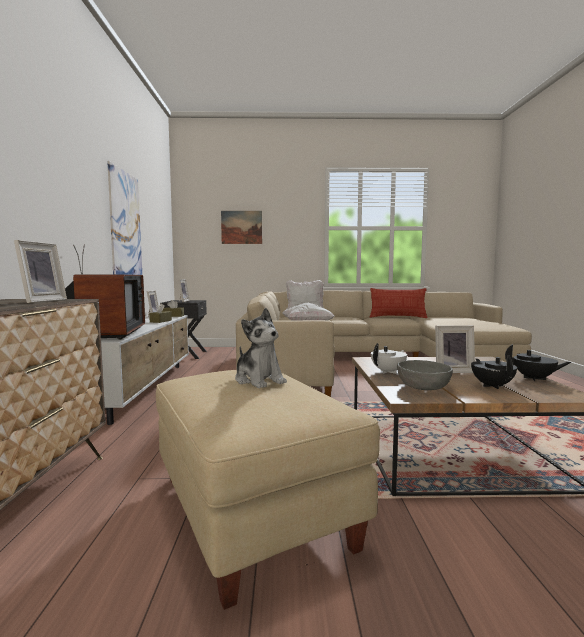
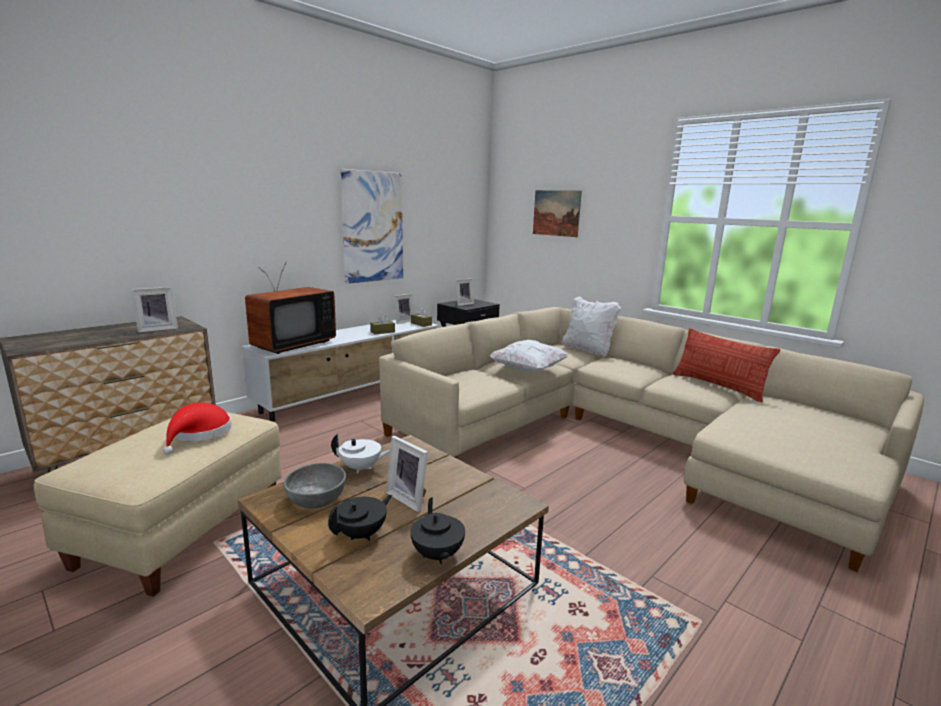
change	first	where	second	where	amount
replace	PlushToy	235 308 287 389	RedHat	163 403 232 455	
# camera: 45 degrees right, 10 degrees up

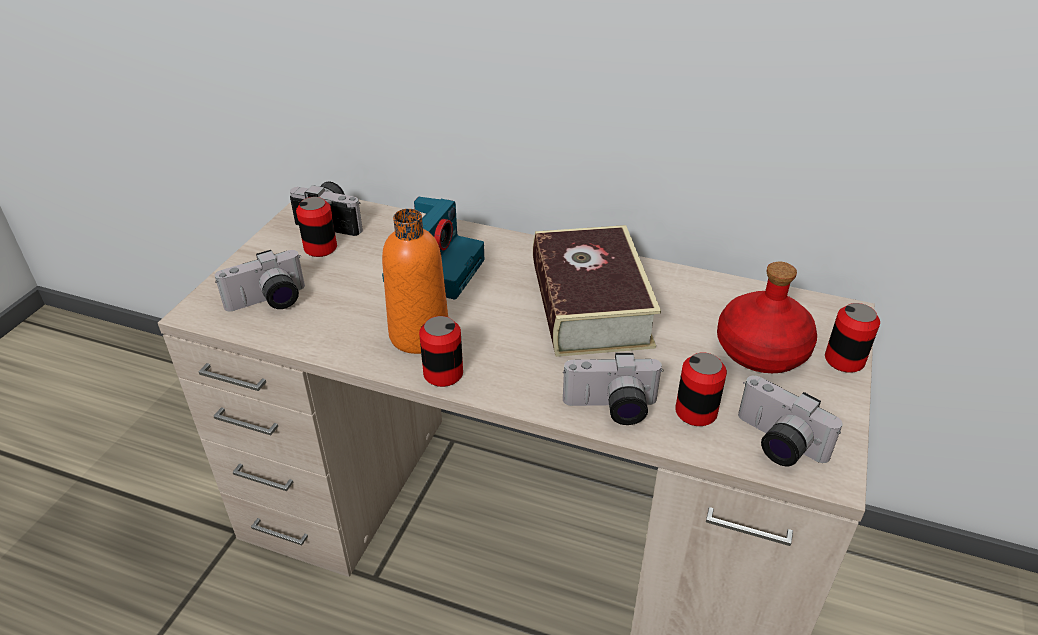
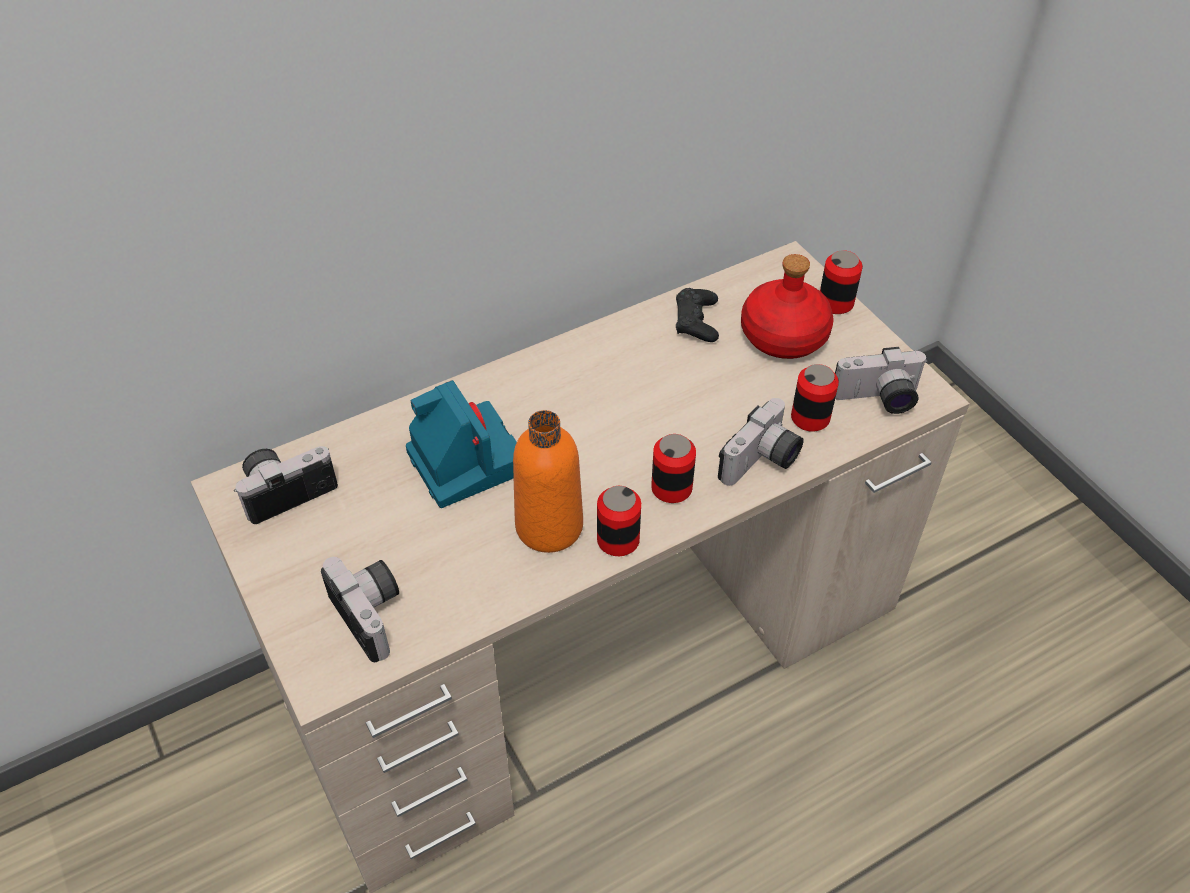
change	first	where	second	where	amount
rotate	PhotoCamera	215 250 305 311		321 557 399 662	45 degrees counterclockwise
move	Can	296 197 337 257		651 434 696 503	
insert			BlackGameController	676 288 719 342	
delete	Book	533 225 661 357			
# camera: 50 degrees left, 10 degrees up

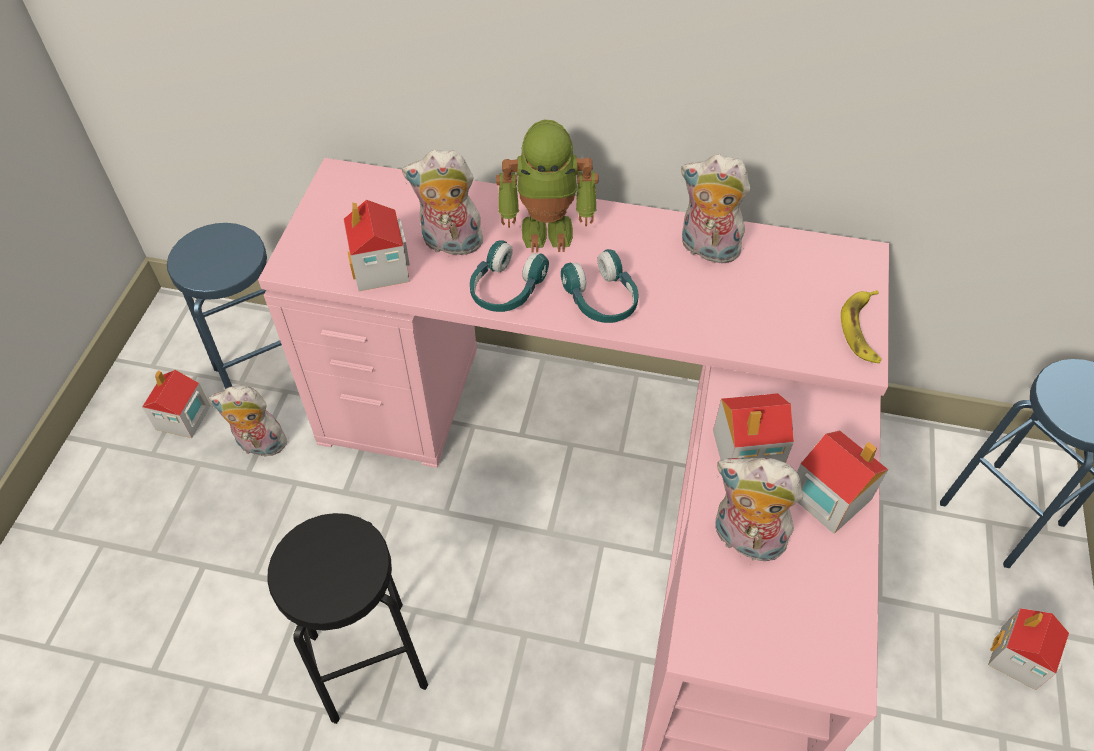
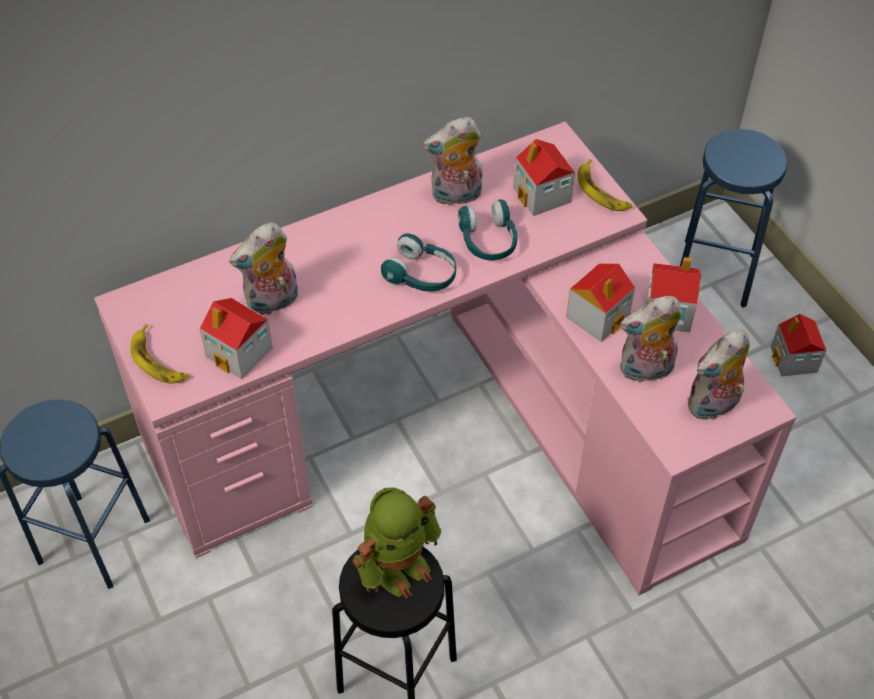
change	first	where	second	where	amount
insert			Banana	131 324 189 383	
move	ToyRobot	496 120 598 253		352 487 441 599	
move	TurquoiseHeadphones	470 240 549 312		458 199 517 260	
move	ToyHouse	142 370 210 438		513 139 575 216	
move	PlushToy	209 386 287 457		687 330 750 420	
# camera: 40 degrees left, 0 degrees up

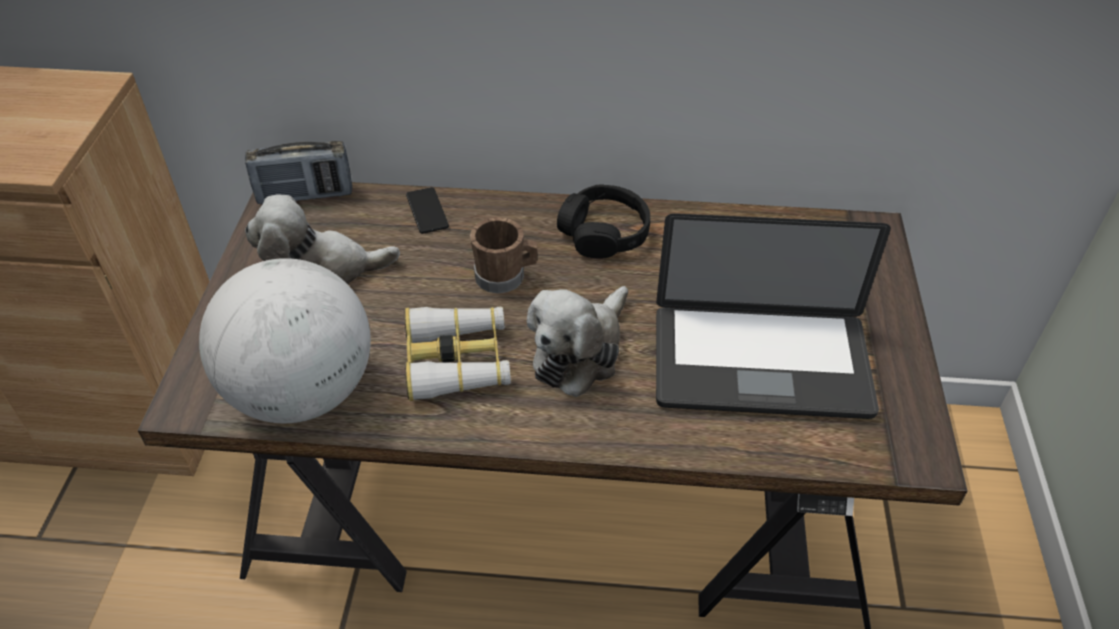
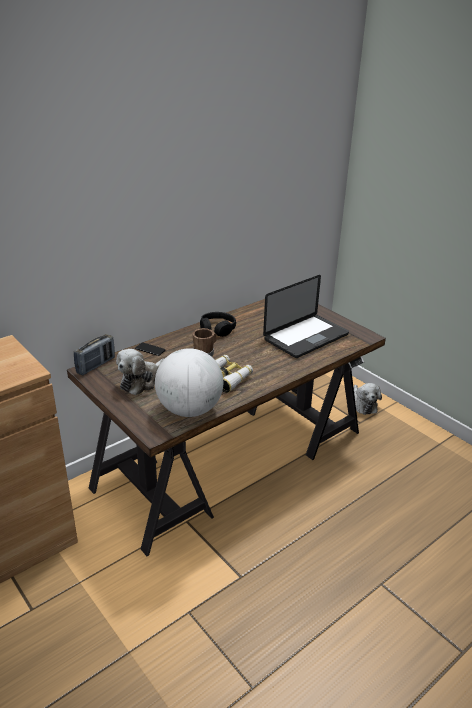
change	first	where	second	where	amount
move	PlushToy	527 286 628 397		354 383 382 415	
# camera: 45 degrees left, 15 degrees down

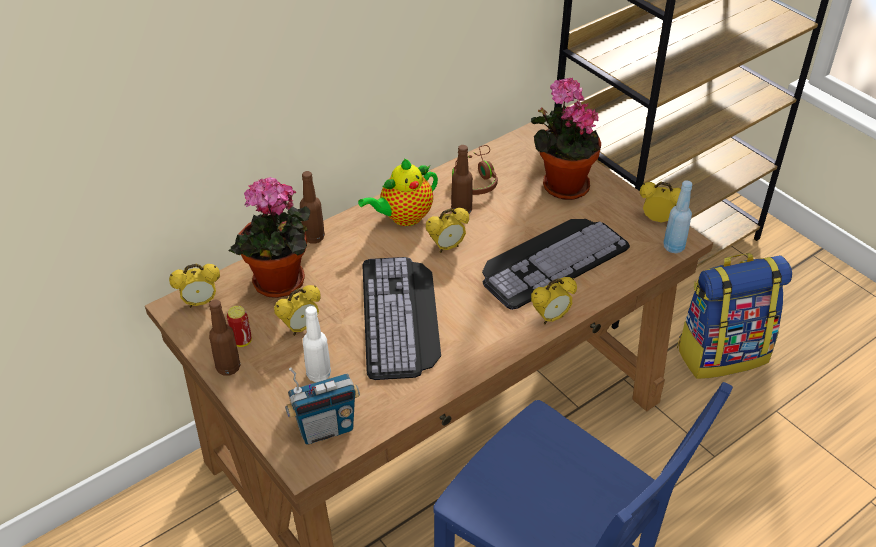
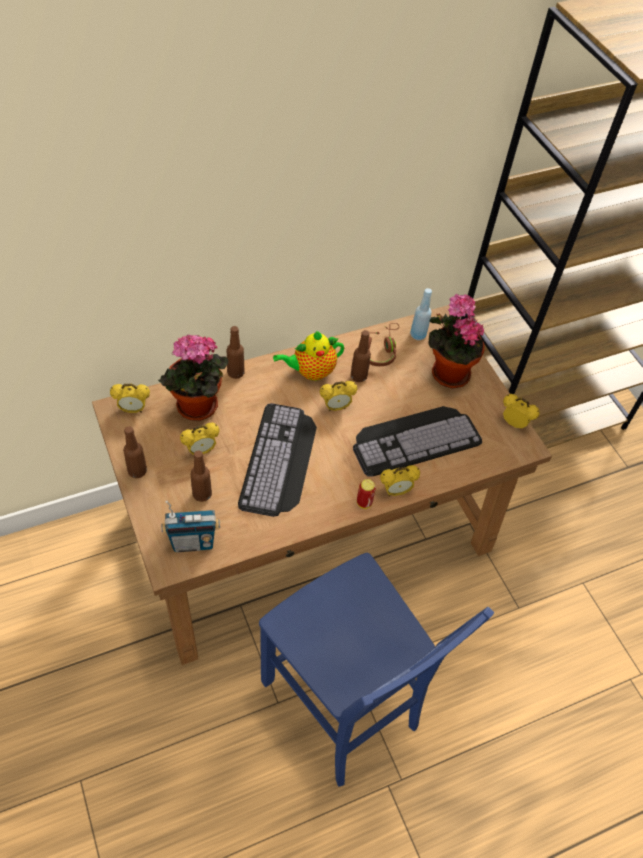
change	first	where	second	where	amount
recolor	WhiteBottle	303 306 331 382	BrownBottle	190 451 212 502	
move	Can	227 306 252 347		357 479 376 509	
move	BlueBottle	663 180 693 253		410 288 432 340	
delete	Backpack	677 253 792 379			
# camera: 10 degrees right, 10 degrees up

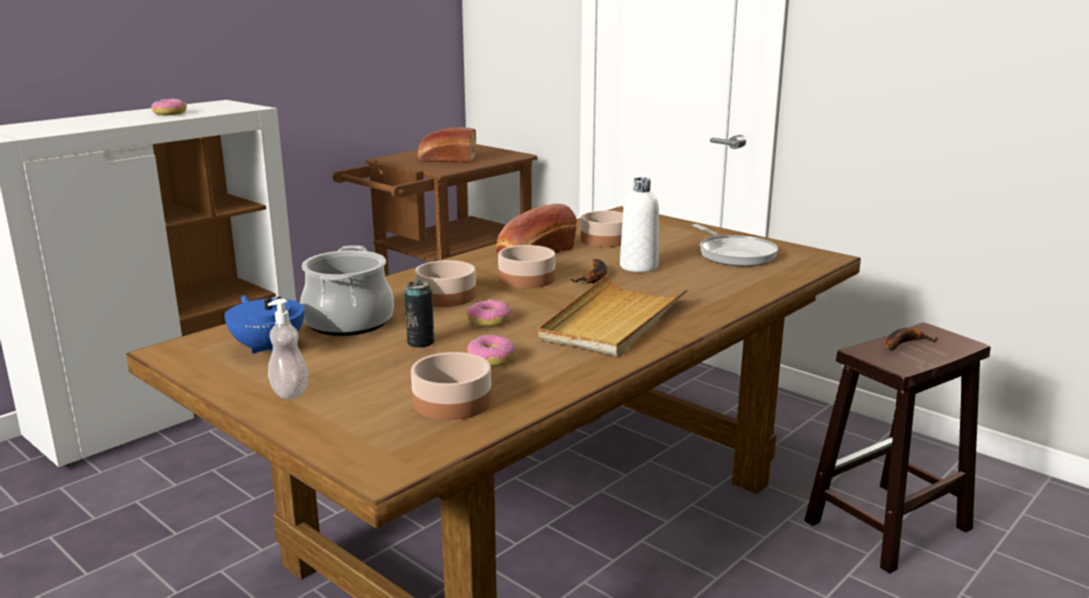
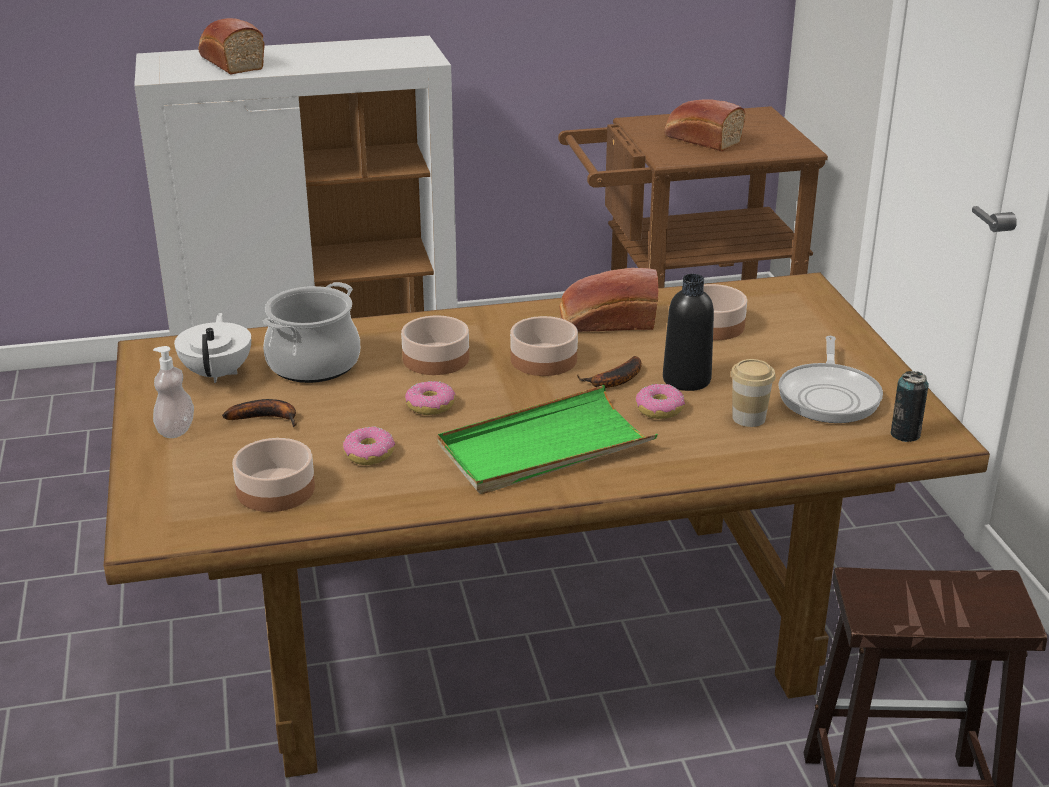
change	first	where	second	where	amount
recolor	BlueTeapot	225 296 304 354	WhiteTeapot	174 313 251 383	
insert			Bread	198 18 265 75	
move	Banana	885 327 938 351		222 399 297 428	
recolor	BeigeTray	538 275 689 356	GreenTray	437 385 658 494	
move	Donut	151 99 187 116		635 384 685 419	
recolor	WhiteBottle	620 177 659 272	BlackBottle	663 274 714 391	
insert			Cup	731 359 775 427	
move	Can	404 281 435 348		891 371 929 442	
# camera: 35 degrees right, 10 degrees up

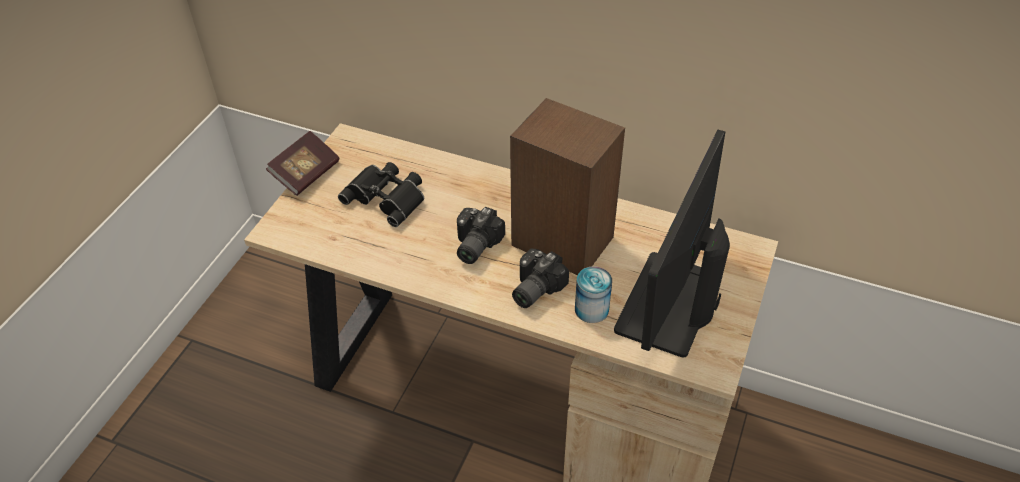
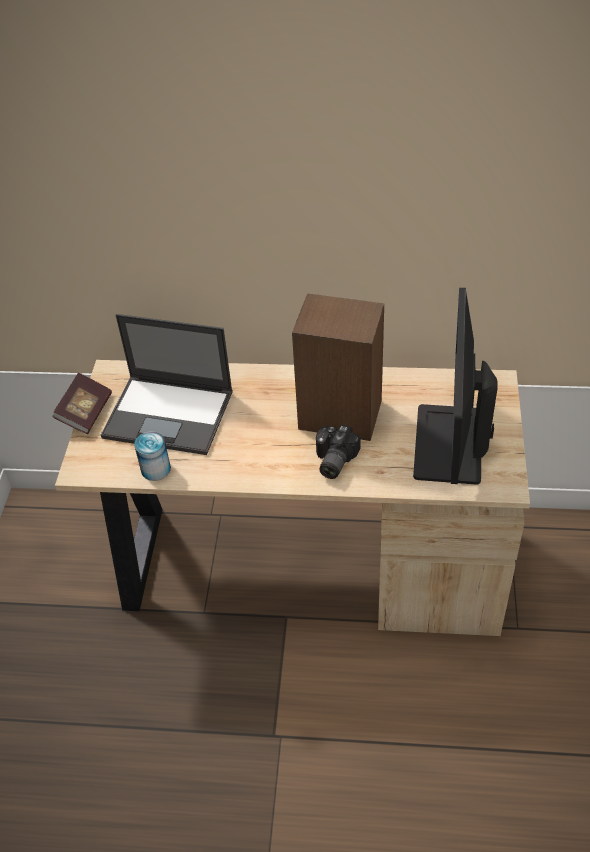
change	first	where	second	where	amount
replace	BlackBinoculars	338 162 424 227	Laptop	101 314 233 455	
move	Can	575 266 612 323		134 432 171 481	
delete	PhotoCamera	457 207 505 264			
# camera: 15 degrees left, 0 degrees up

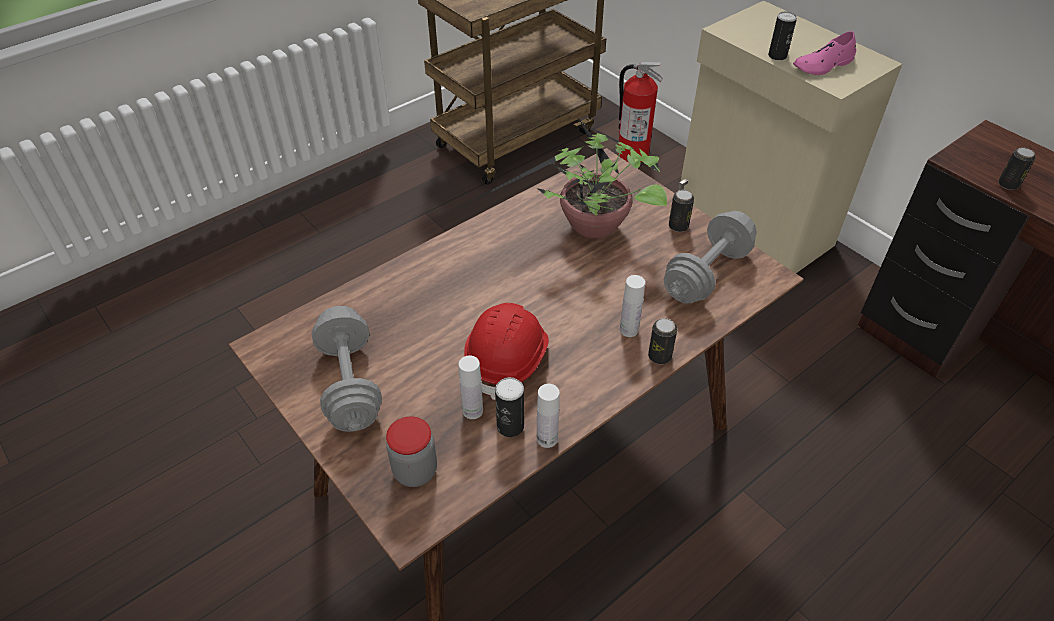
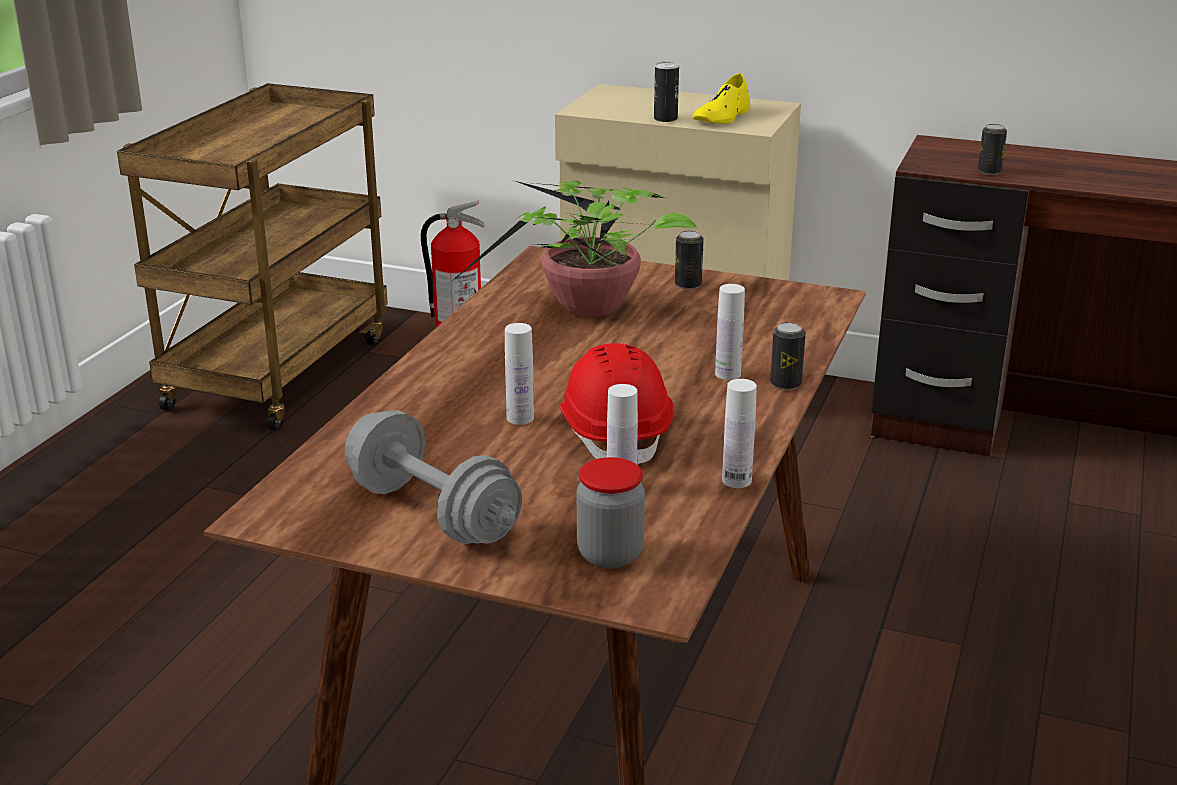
change	first	where	second	where	amount
insert			WhiteBottle	505 323 534 425	
recolor	PinkShoe	793 31 856 75	YellowShoe	693 73 750 124	
delete	Can	495 377 524 437			
delete	GreyDumbbell	663 211 756 304			
# camera: 30 degrees left, 20 degrees down

